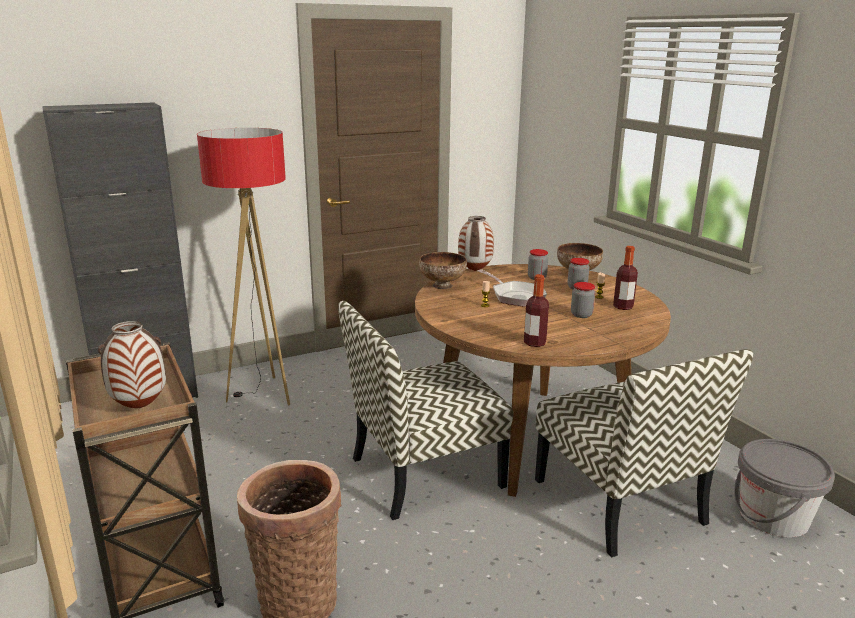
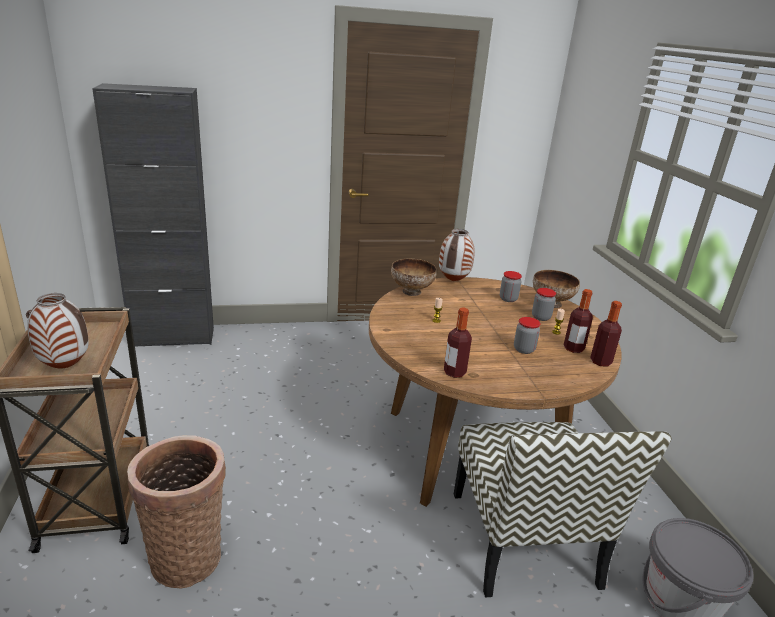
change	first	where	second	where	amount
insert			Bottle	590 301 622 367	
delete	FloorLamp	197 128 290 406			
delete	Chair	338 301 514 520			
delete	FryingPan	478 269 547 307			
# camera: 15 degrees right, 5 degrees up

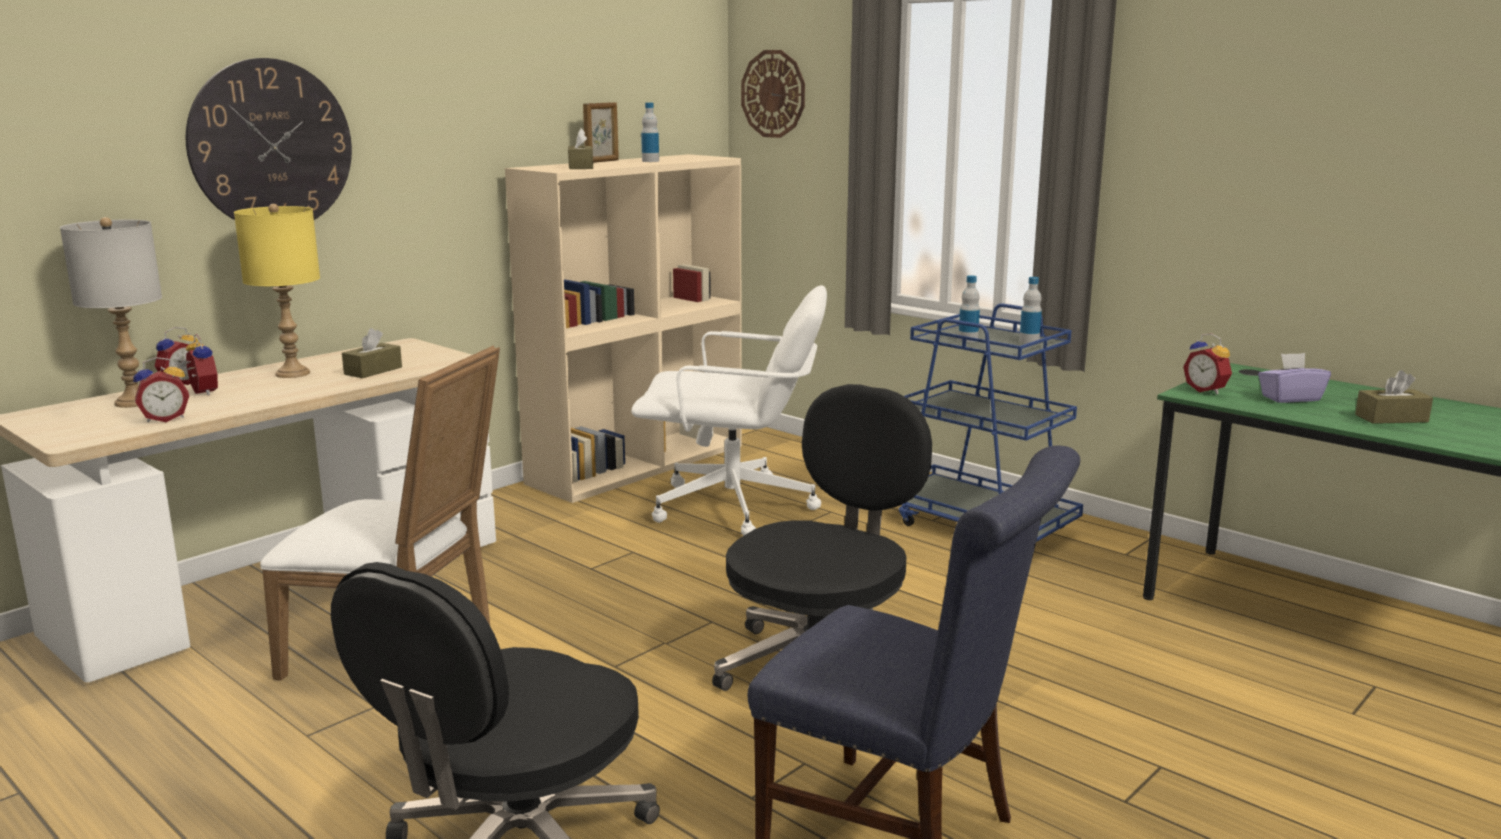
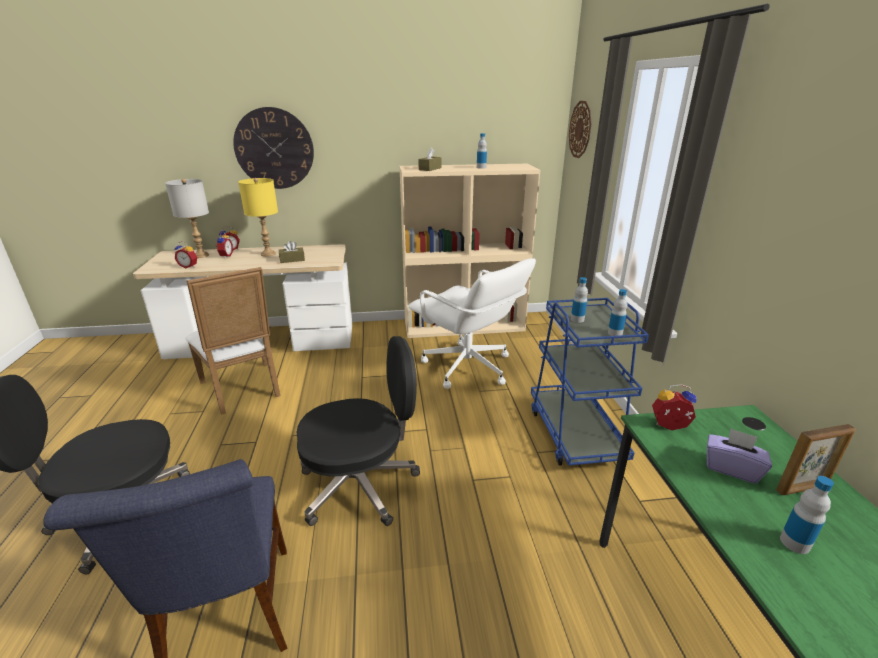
change	first	where	second	where	amount
rotate	AlarmClock	1183 333 1232 395		652 384 696 431	90 degrees clockwise
move	PictureFrame	583 102 619 163		776 424 855 495	
replace	BrownTissueBox	1355 370 1433 424	Bottle	780 476 834 554	
# camera: 40 degrees right, 10 degrees up

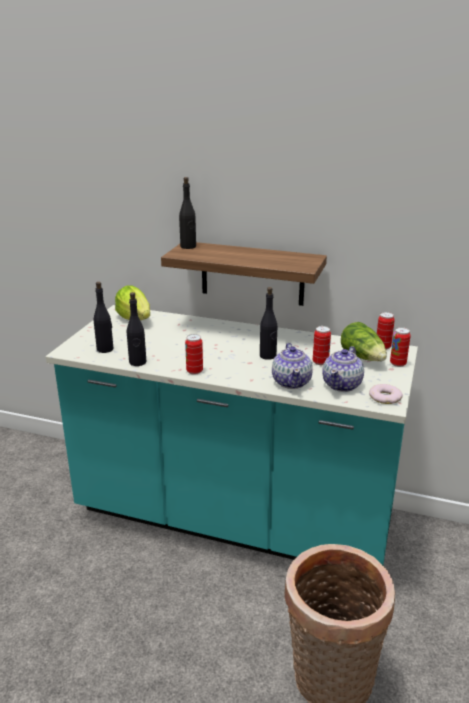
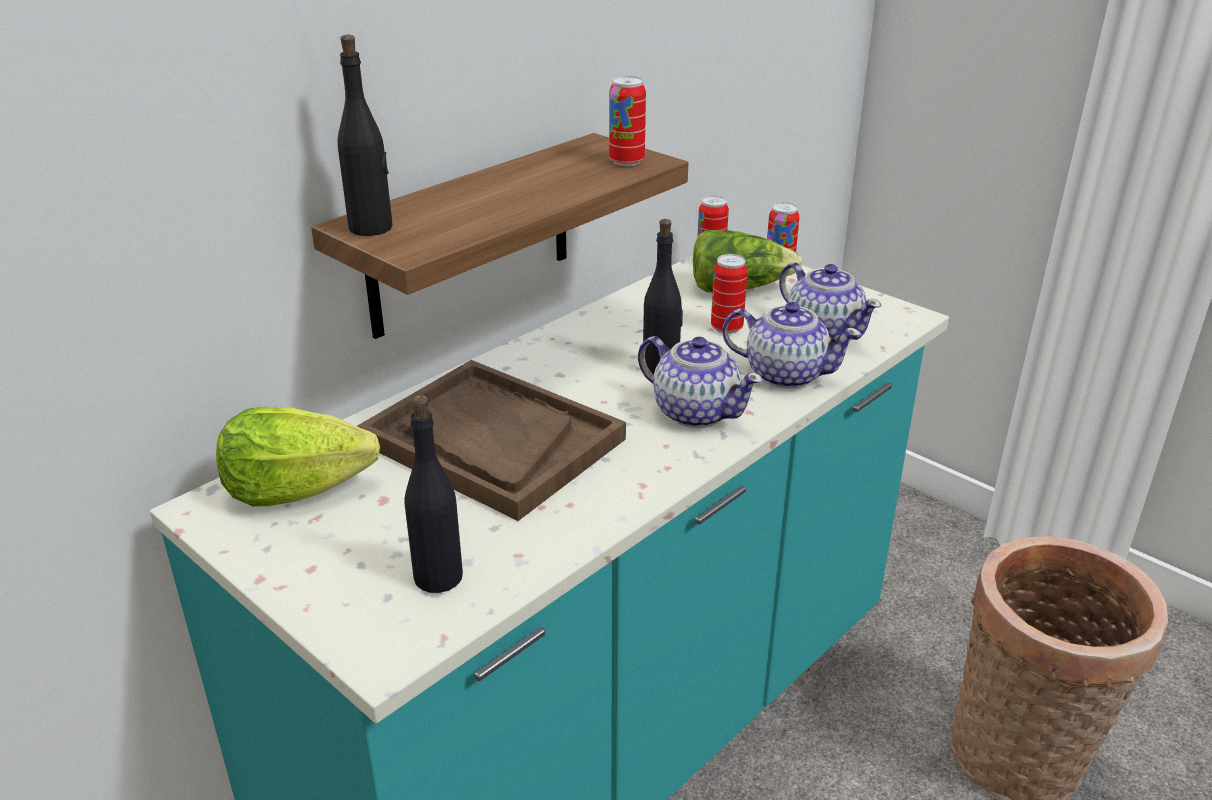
change	first	where	second	where	amount
insert			BrownTray	357 360 626 521	
move	Can	185 334 203 375		609 76 646 166	
insert			Teapot	638 336 763 428	
delete	BlackBottle	127 292 146 366			
delete	Donut	369 384 403 404			
# camera: 65 degrees left, 5 degrees up

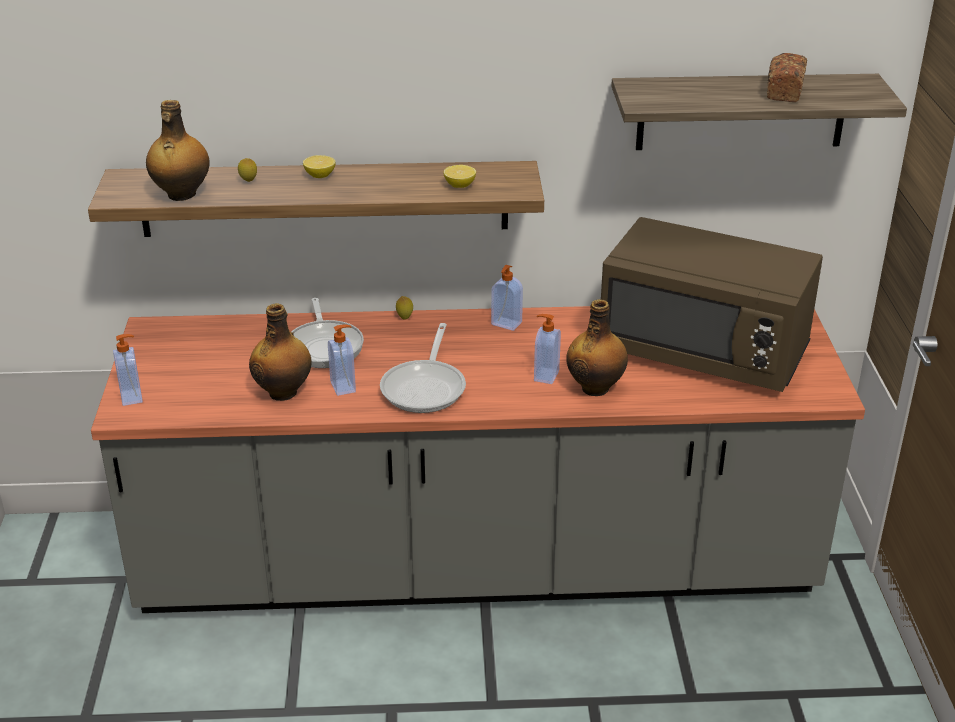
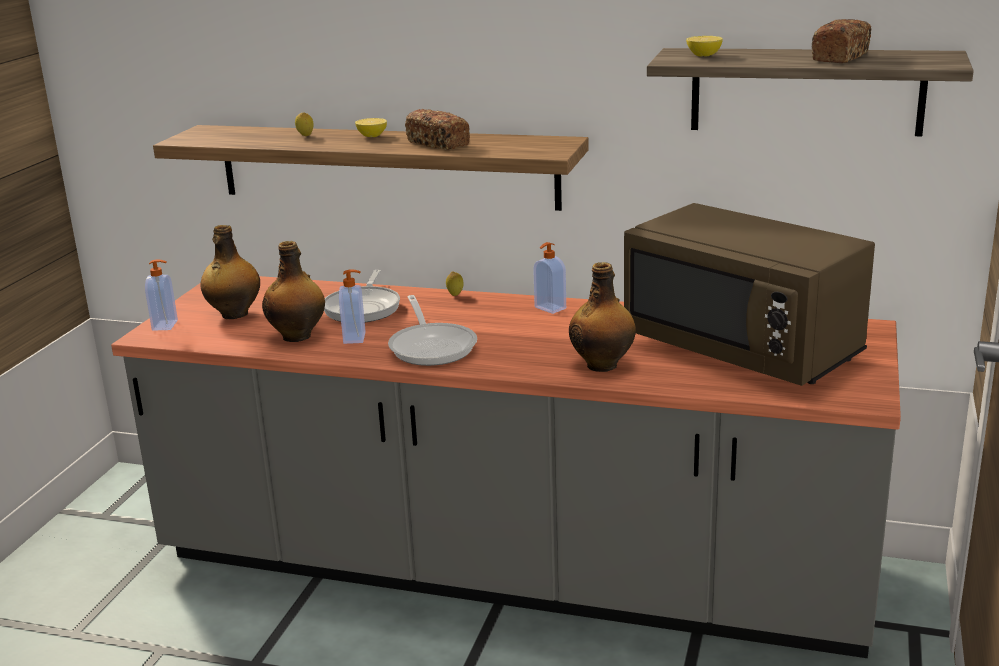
change	first	where	second	where	amount
move	Bottle	146 100 210 201		201 225 260 319	
rotate	FryingPan	380 323 466 413		388 295 477 366	45 degrees counterclockwise
insert			Bread	405 109 470 150	
move	Lemon	444 165 476 188		686 36 723 57	
delete	SoapDispenser	534 314 561 384			
# camera: 20 degrees right, 10 degrees down

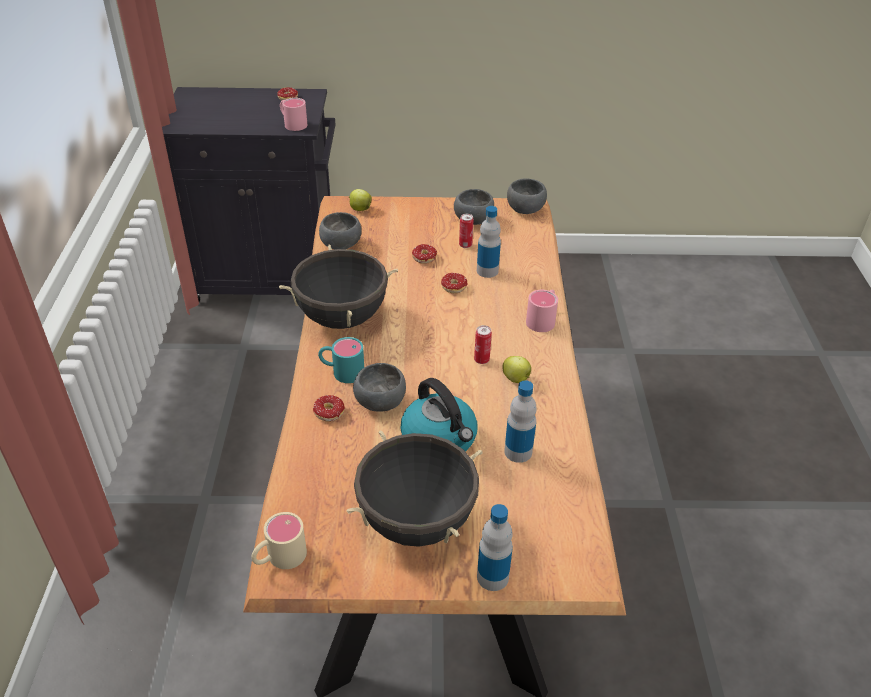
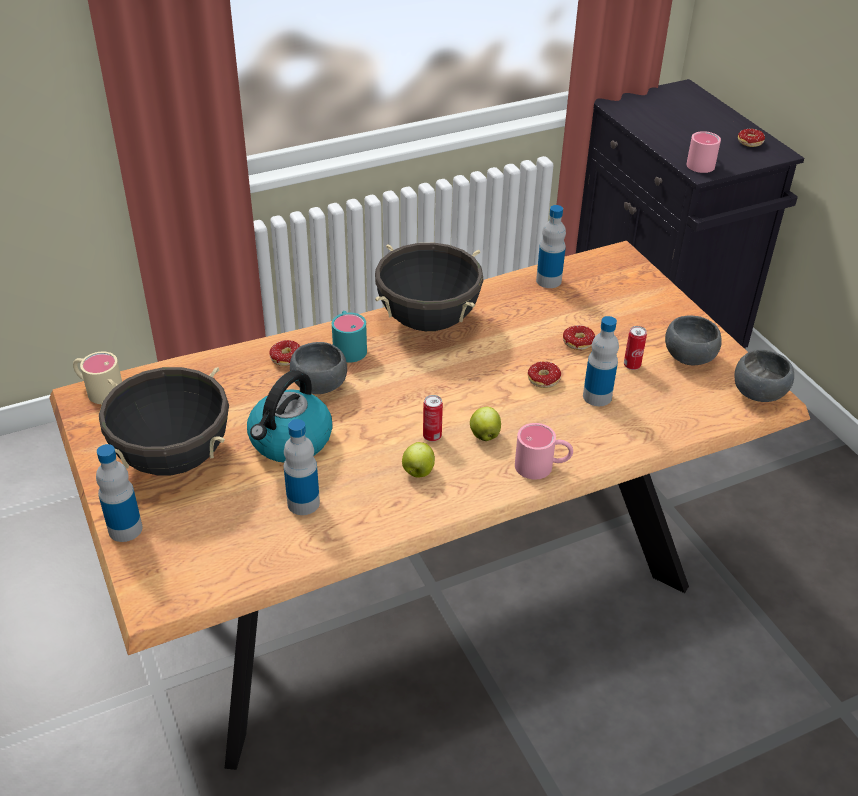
change	first	where	second	where	amount
move	Apple	348 189 372 211		470 407 501 441	
replace	GreyBowl	319 212 362 249	Bottle	536 205 566 288	
# camera: 65 degrees right, 0 degrees up

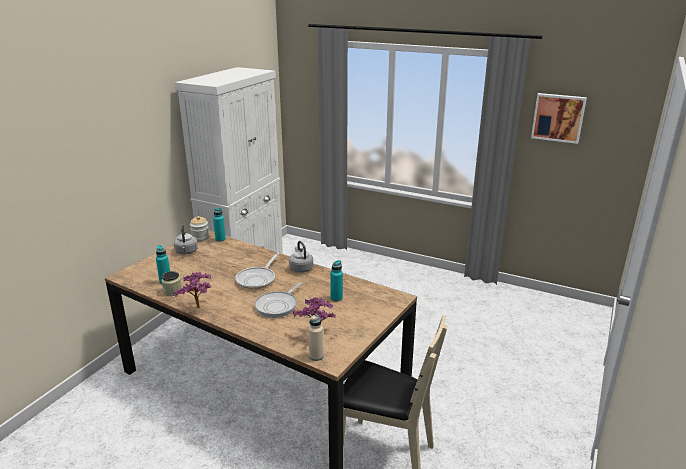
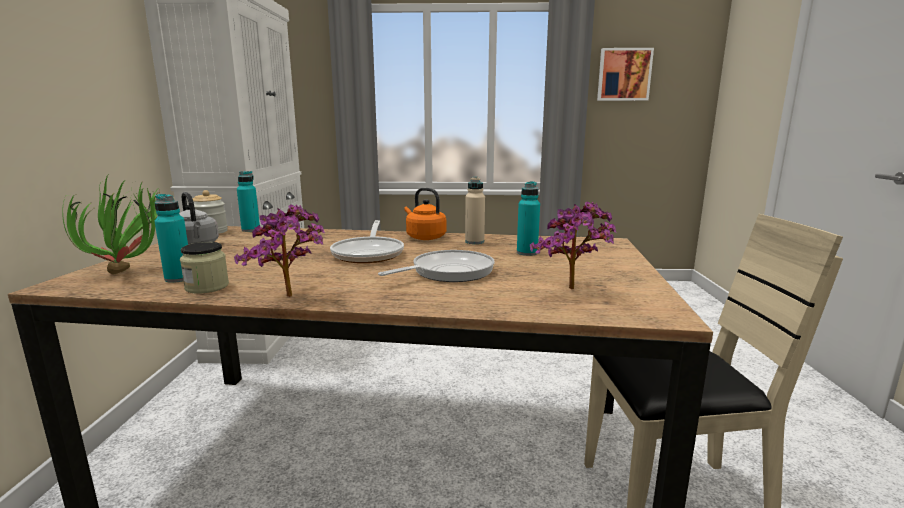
change	first	where	second	where	amount
insert			PottedPlant	62 175 160 274	
rotate	FryingPan	254 282 303 318		378 250 495 282	135 degrees counterclockwise
recolor	GreyKettle	289 241 313 273	OrangeKettle	404 188 446 240	
move	BeigeBottle	308 314 324 361		465 177 485 244	
# camera: 25 degrees left, 10 degrees down

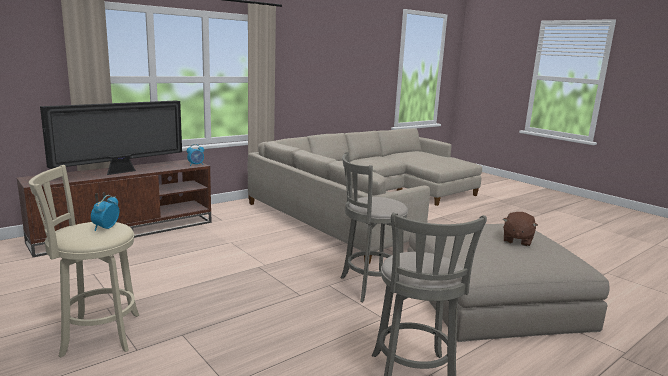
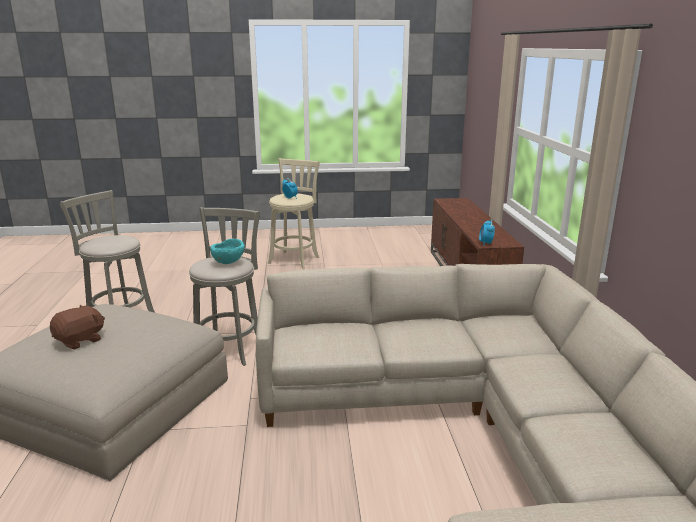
change	first	where	second	where	amount
rotate	BrownPlushToy	503 212 538 246		50 304 105 350	75 degrees clockwise
insert			TurquoiseBowl	210 239 245 264	
delete	Television	40 100 182 175			
# camera: 125 degrees right, 5 degrees up

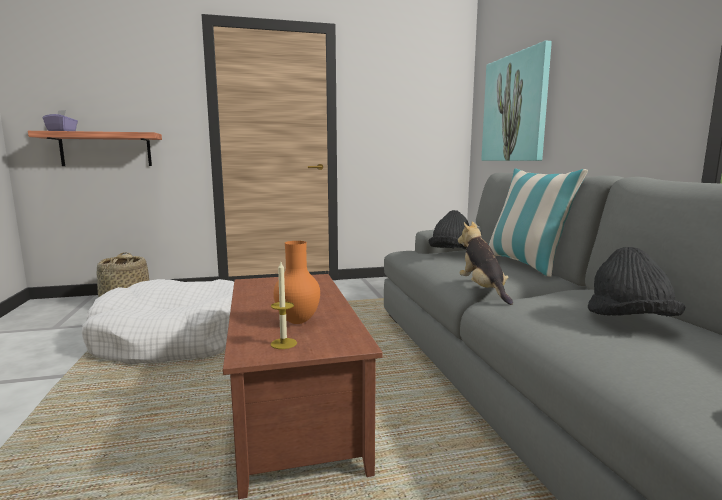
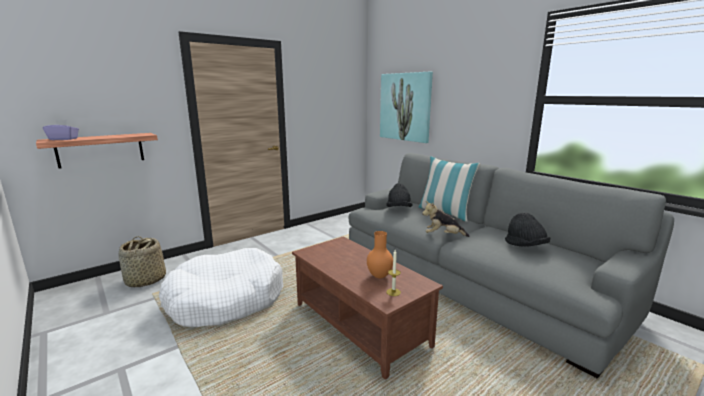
change	first	where	second	where	amount
rotate	PlushToy	458 221 513 305		422 201 470 237	45 degrees counterclockwise
# camera: 25 degrees left, 5 degrees up

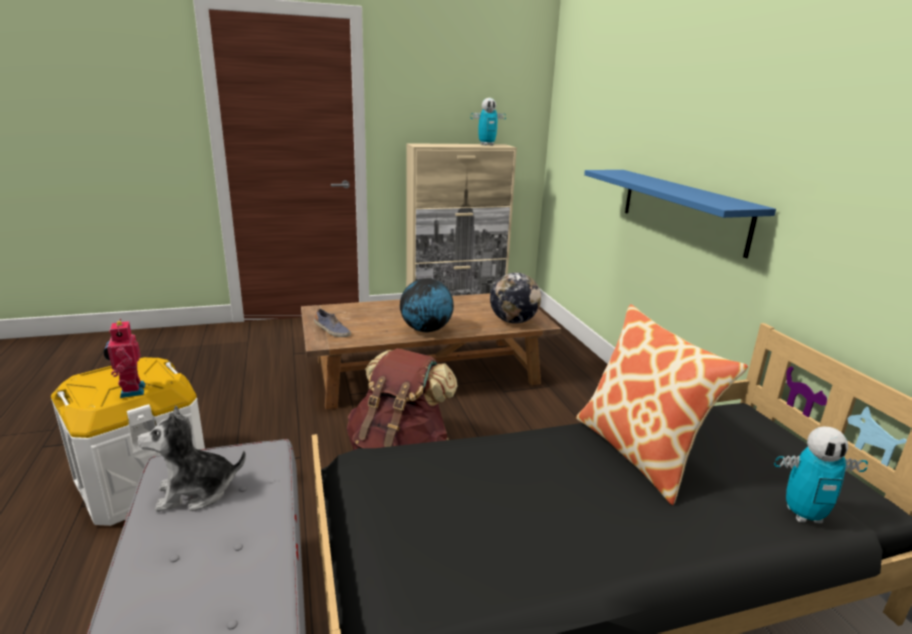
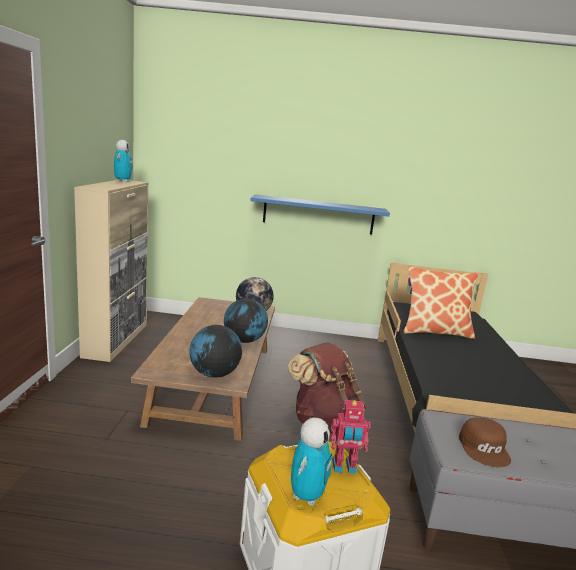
change	first	where	second	where	amount
replace	Shoe	314 309 351 337	Globe	189 325 242 378	
move	ToyRobot	774 426 868 523		291 417 332 506	
replace	PlushToy	137 406 246 512	BrownCap	459 417 511 467	
# camera: 70 degrees left, 5 degrees down

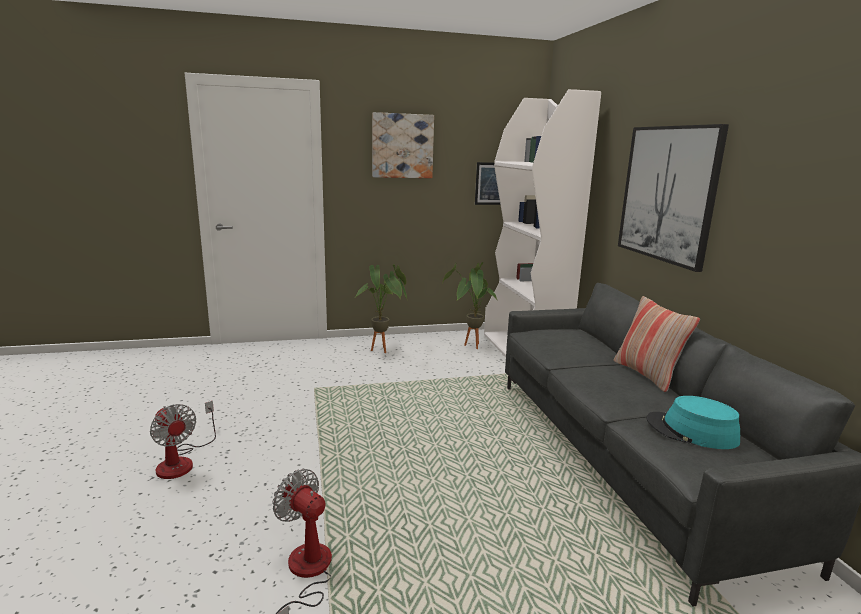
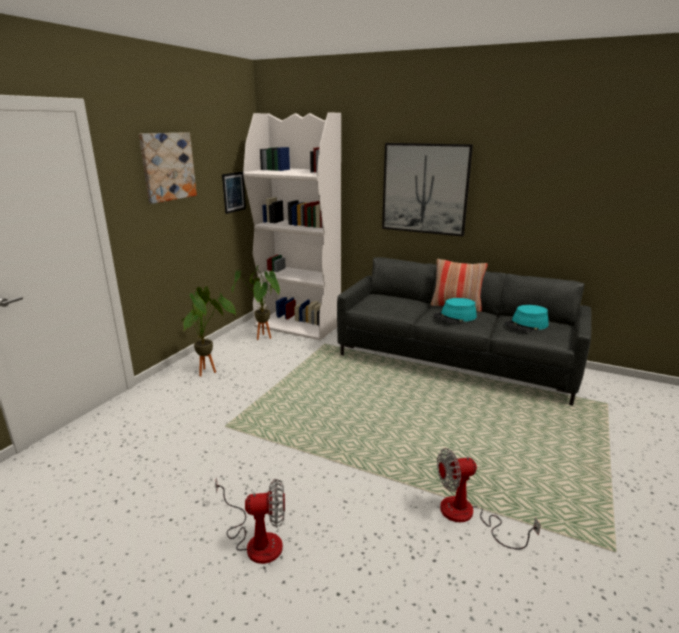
change	first	where	second	where	amount
insert			TurquoiseHat	433 298 477 323	
# camera: 50 degrees left, 5 degrees up

